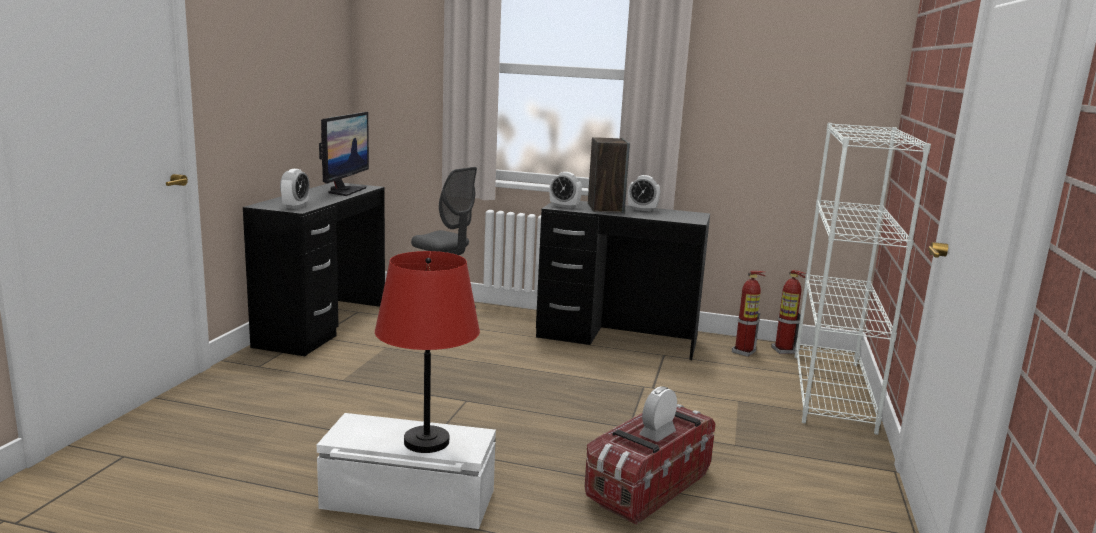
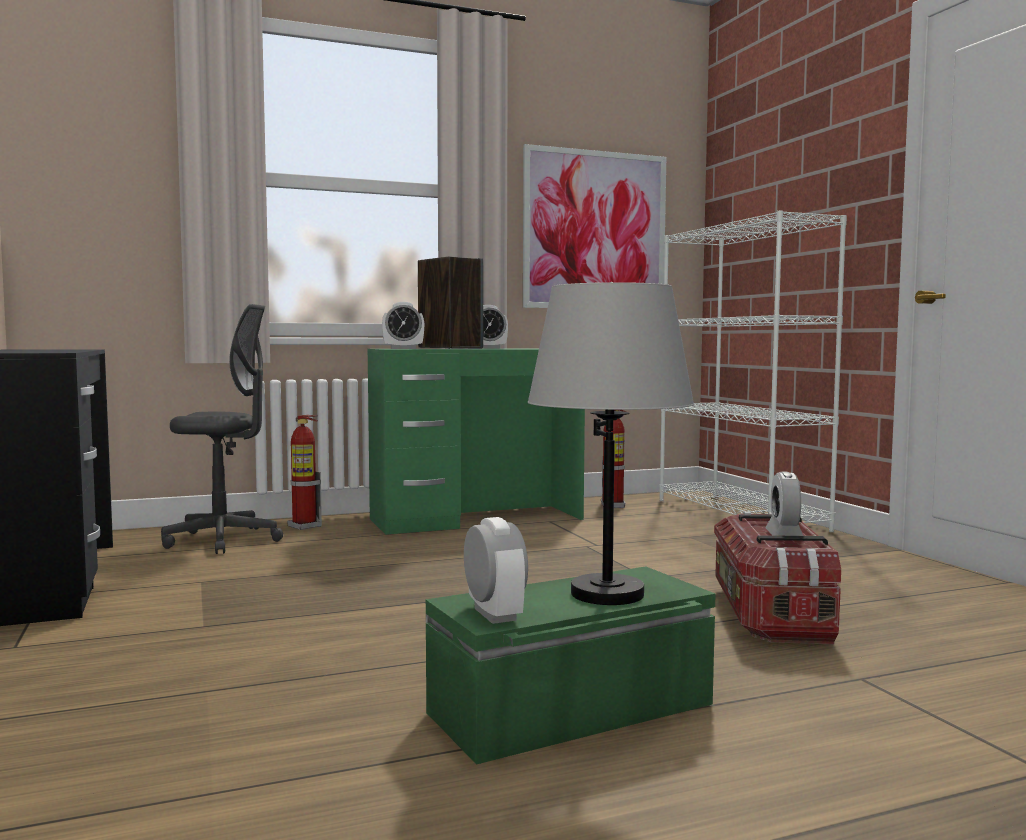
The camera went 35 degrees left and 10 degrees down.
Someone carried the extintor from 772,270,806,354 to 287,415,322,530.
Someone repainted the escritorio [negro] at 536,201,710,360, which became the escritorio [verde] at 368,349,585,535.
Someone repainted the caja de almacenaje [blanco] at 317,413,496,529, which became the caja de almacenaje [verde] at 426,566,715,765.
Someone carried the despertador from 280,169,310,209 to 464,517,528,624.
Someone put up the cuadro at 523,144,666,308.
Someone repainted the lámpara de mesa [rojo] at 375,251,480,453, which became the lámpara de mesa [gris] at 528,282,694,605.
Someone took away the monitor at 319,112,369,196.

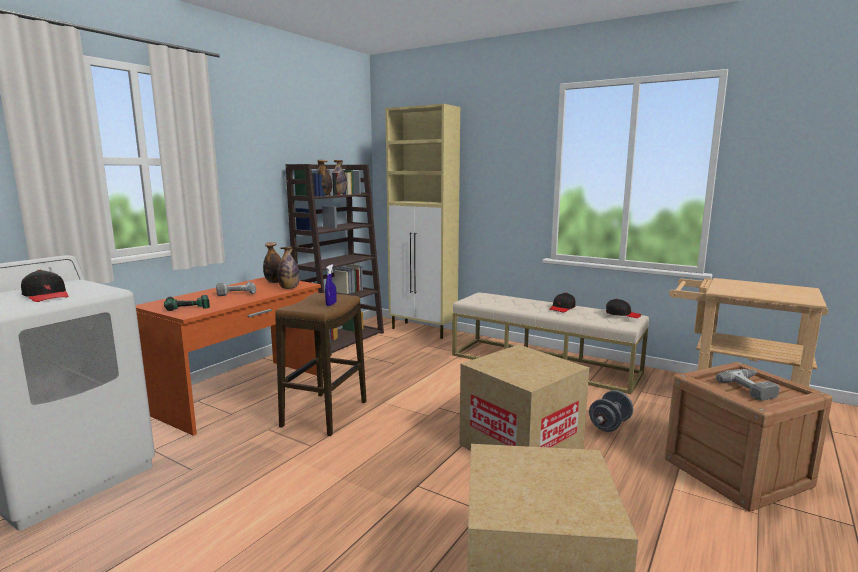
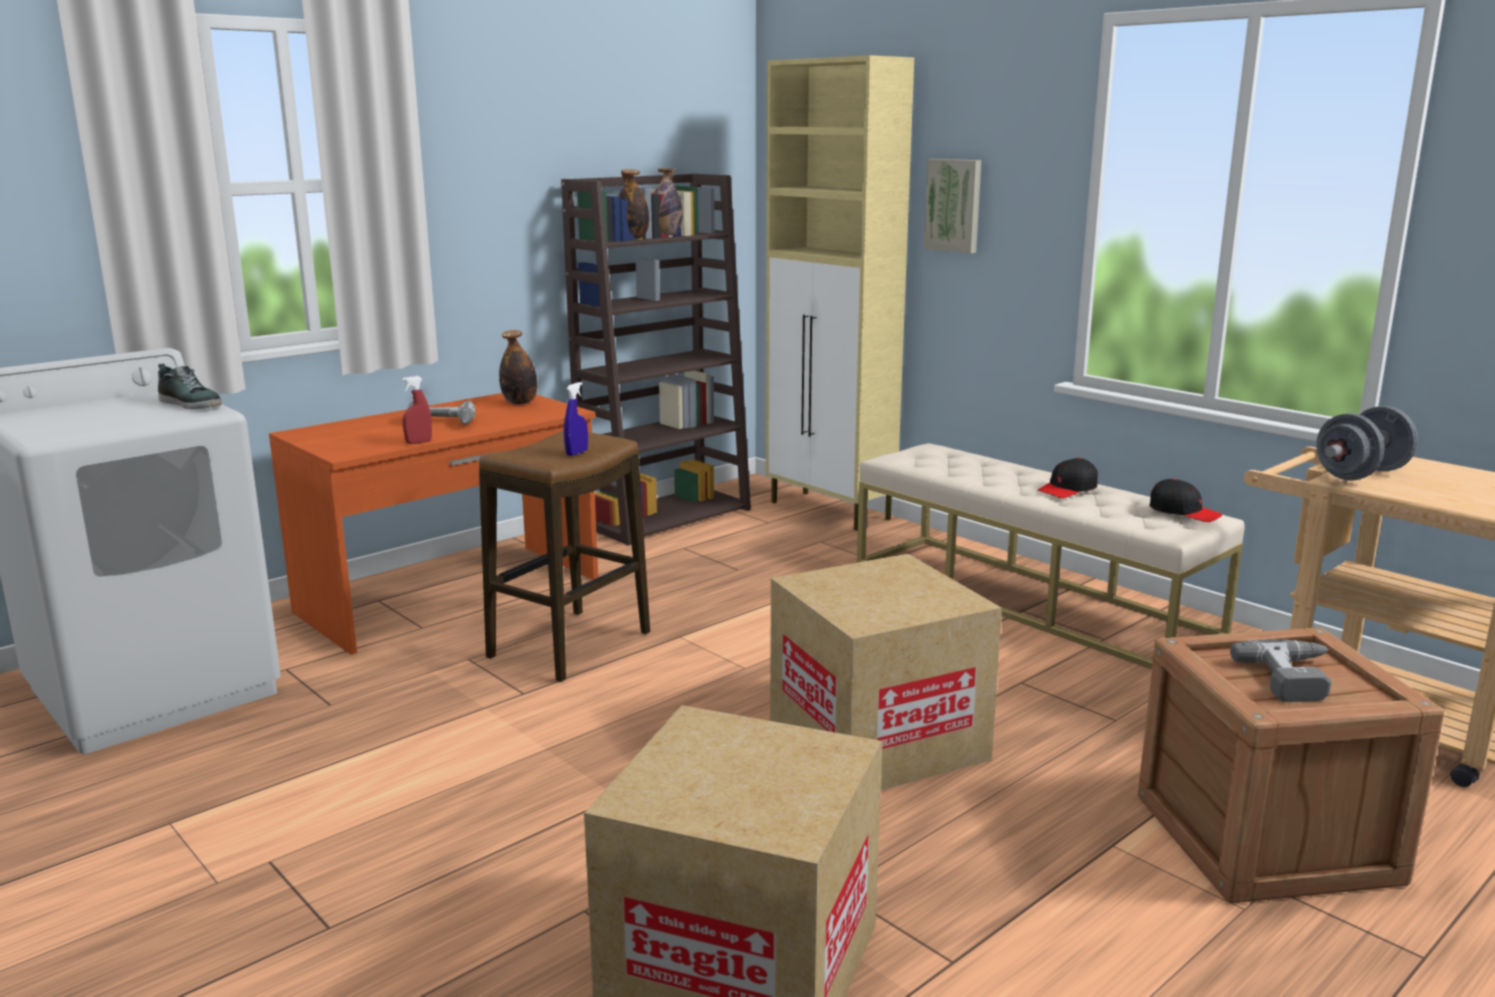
The camera went 15 degrees right and 5 degrees up.
Someone put down the zapato at 158,364,222,409.
Someone put down the pulverizador [rojo] at 402,376,432,444.
Someone put up the cuadro at 924,159,981,253.
Someone carried the mancuerna [gris] from 589,390,634,432 to 1316,406,1418,481.
Someone took away the gorra [negro] at 21,270,68,302.
Someone took away the taladro at 164,295,210,311.
Someone took away the botella at 277,247,300,289.

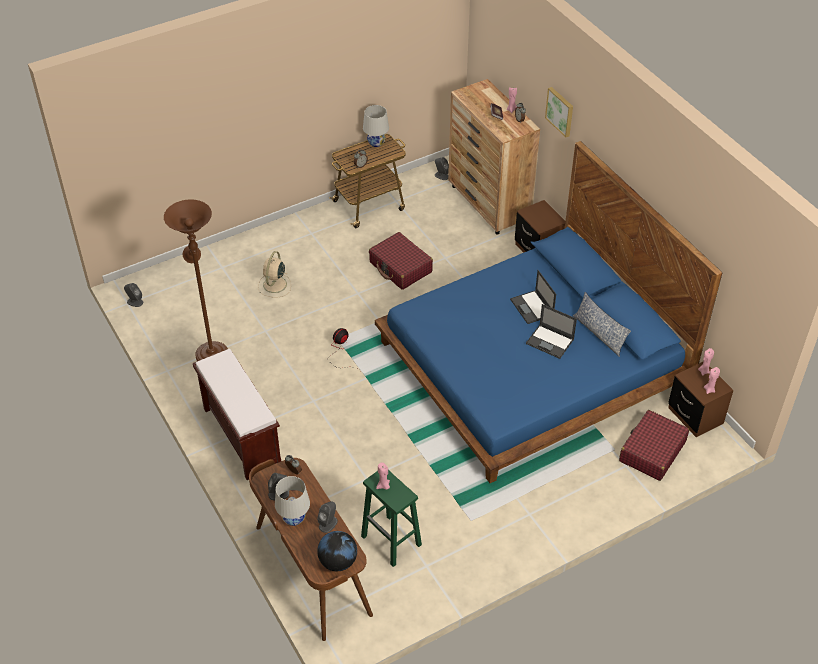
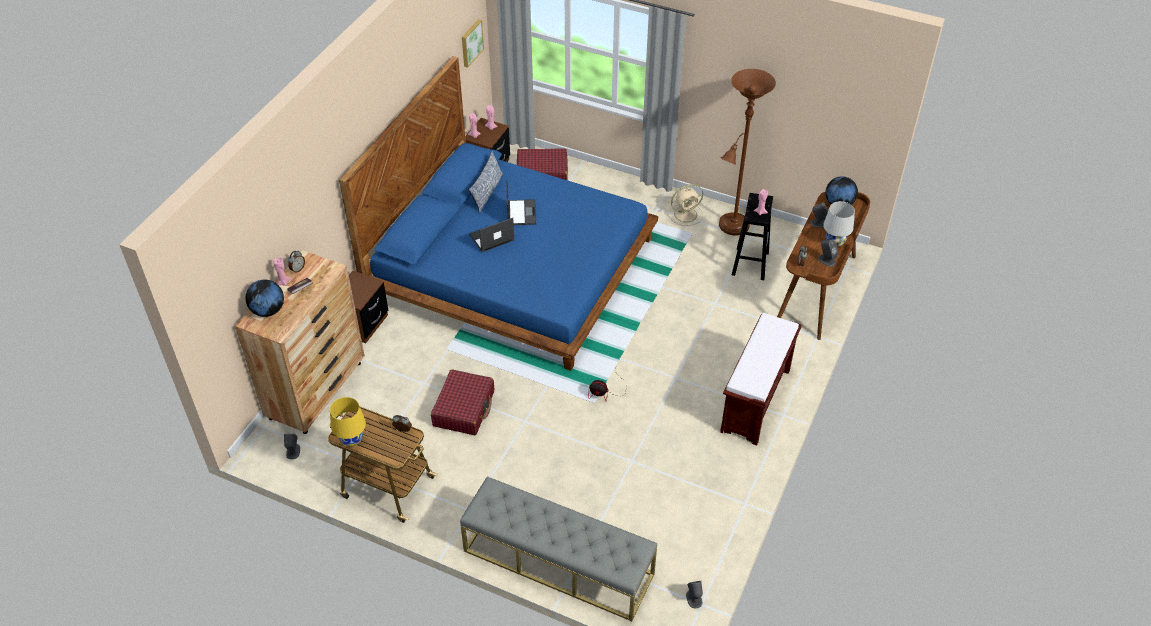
The camera went 125 degrees left and 0 degrees up.
Someone put down the globo terráqueo at 245,280,284,317.
Someone repainted the lámpara de mesa [blanco] at 363,105,389,147, which became the lámpara de mesa [amarillo] at 330,397,366,447.
Someone put down the banco [gris] at 460,476,657,621.
Someone carried the cuadro from 545,87,573,137 to 462,19,484,68.
Someone rotated the portátil at 510,270,556,324 by 150 degrees counterclockwise.
Someone carried the ventilador [beis] from 258,251,291,297 to 667,184,703,226.
Someone carried the lámpara de pie [marrón] from 164,199,228,361 to 719,69,776,236.
Someone repainted the taburete [verde] at 361,470,422,567, which became the taburete [negro] at 732,193,773,280.

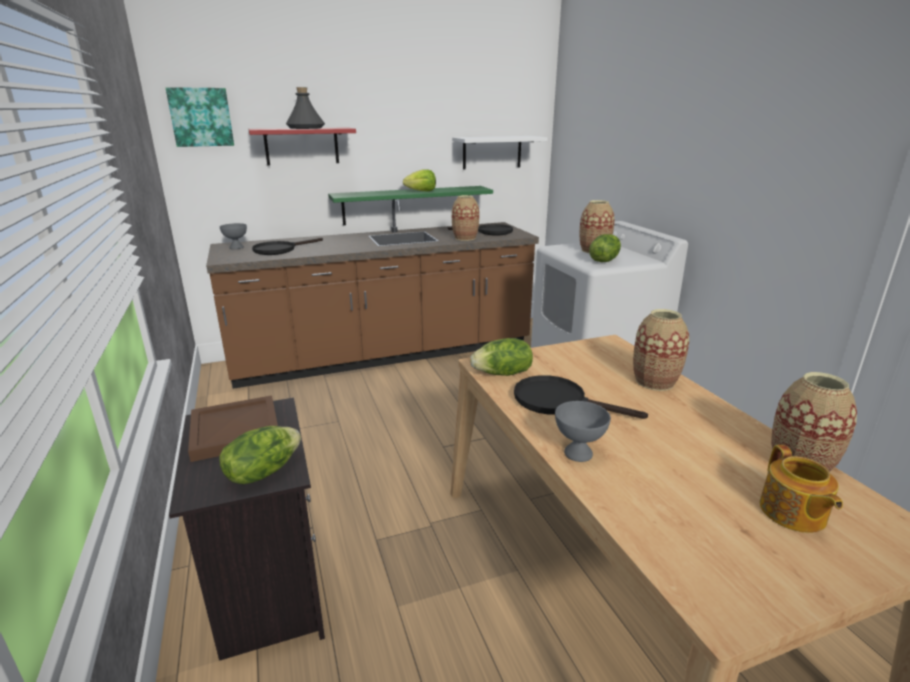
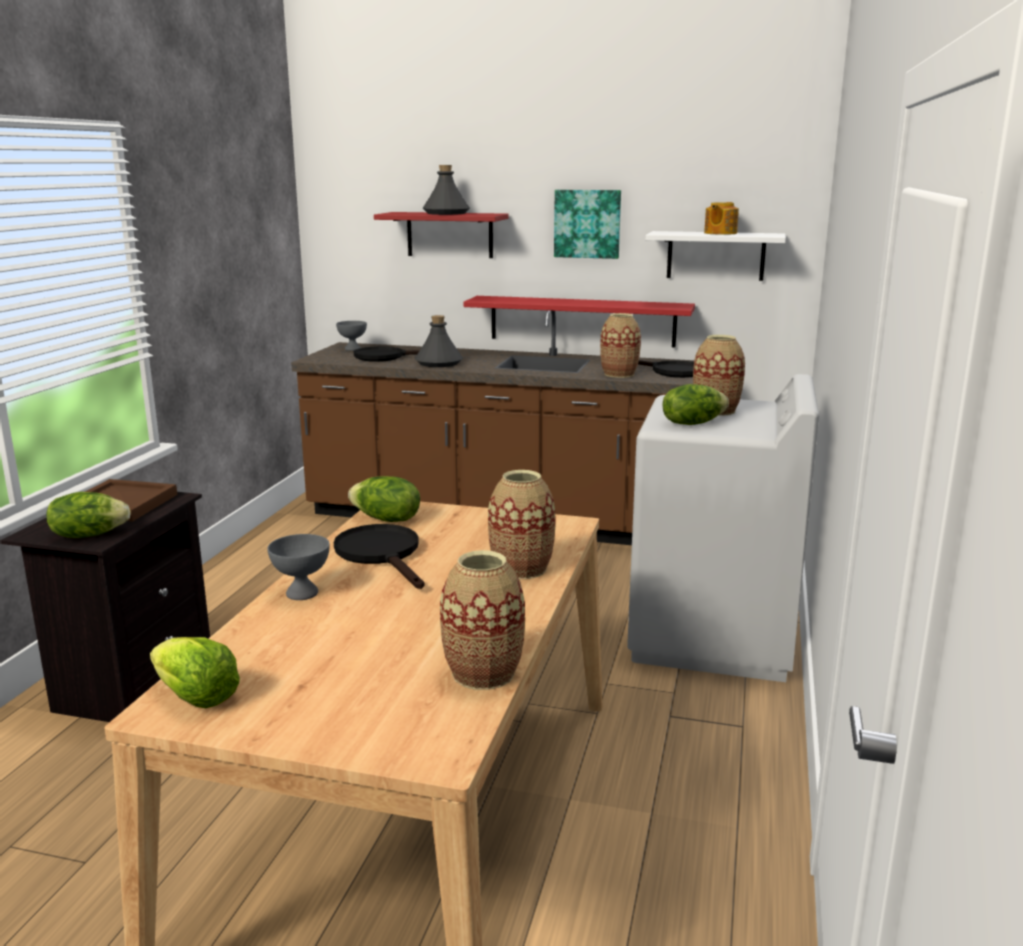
The camera went 35 degrees right and 5 degrees down.
Someone carried the lechuga from 403,169,436,191 to 150,637,240,708.
Someone put down the botella [gris] at 415,315,463,367.
Someone repainted the estante [verde] at 328,186,493,225, which became the estante [rojo] at 464,296,695,348.
Someone carried the cuadro from 166,87,234,147 to 554,190,621,259.
Someone carried the tetera from 759,445,843,533 to 704,202,739,235.

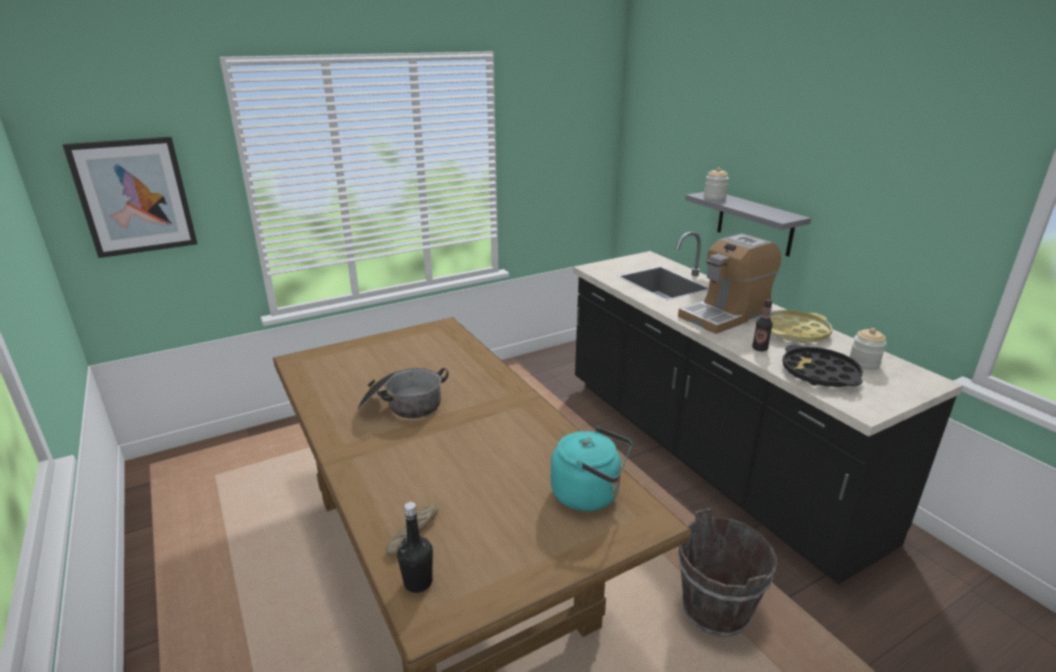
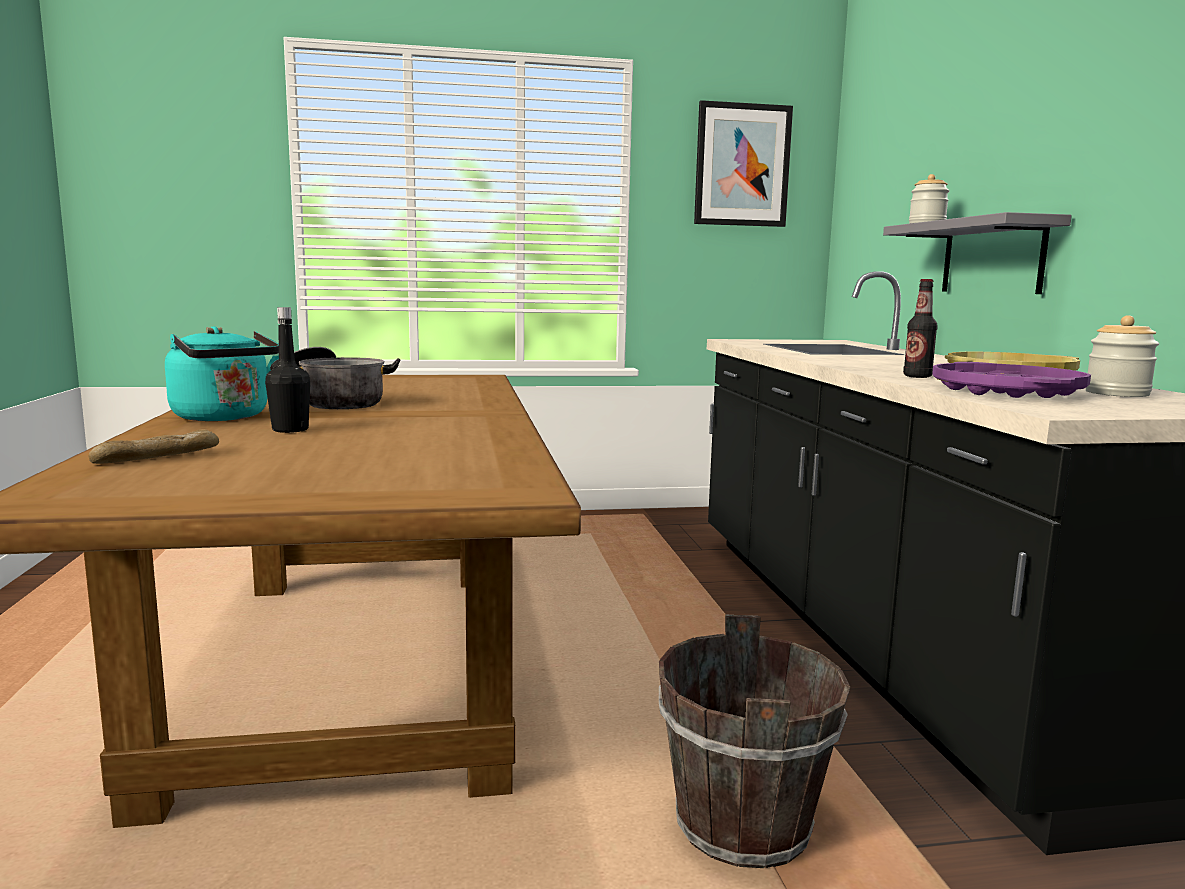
The camera went 20 degrees right and 15 degrees down.
Someone carried the hervidor [turquesa] from 551,426,632,511 to 165,326,279,421.
Someone carried the botella [negro] from 397,502,433,593 to 265,307,310,433.
Someone carried the cuadro from 63,137,197,258 to 694,100,793,227.
Someone repainted the bandeja [negro] at 783,345,863,387, which became the bandeja [morado] at 932,362,1091,398.
Someone took away the cafetera at 678,233,781,334.

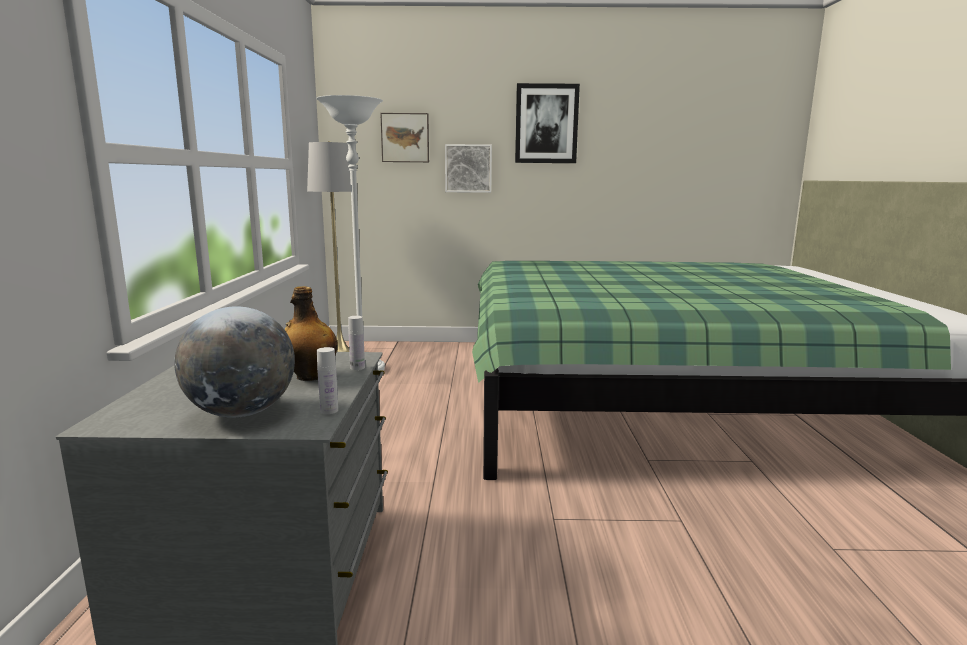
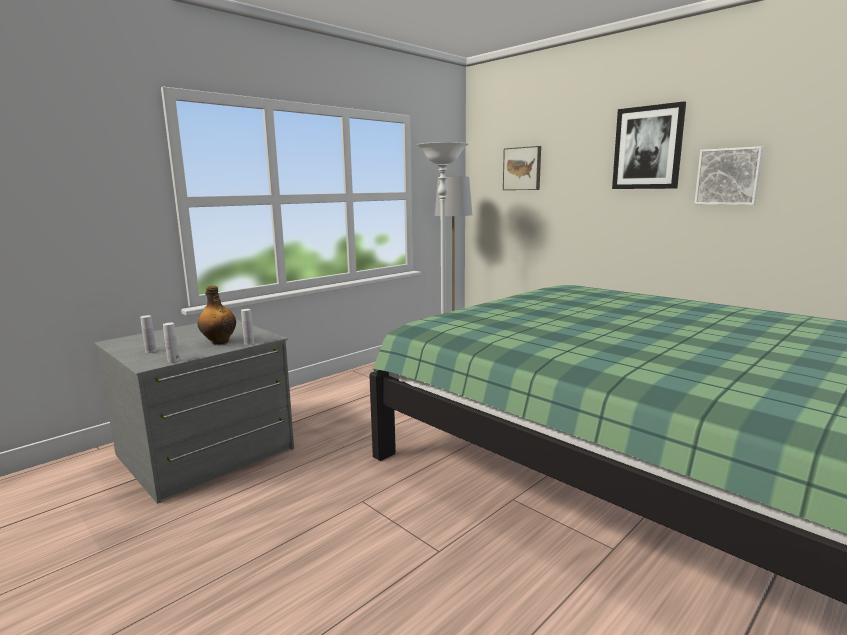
The camera went 45 degrees right and 0 degrees up.
Someone swapped the globo terráqueo at 174,306,295,418 for the botella [blanco] at 140,315,156,353.
Someone carried the cuadro from 445,144,492,193 to 694,146,764,205.

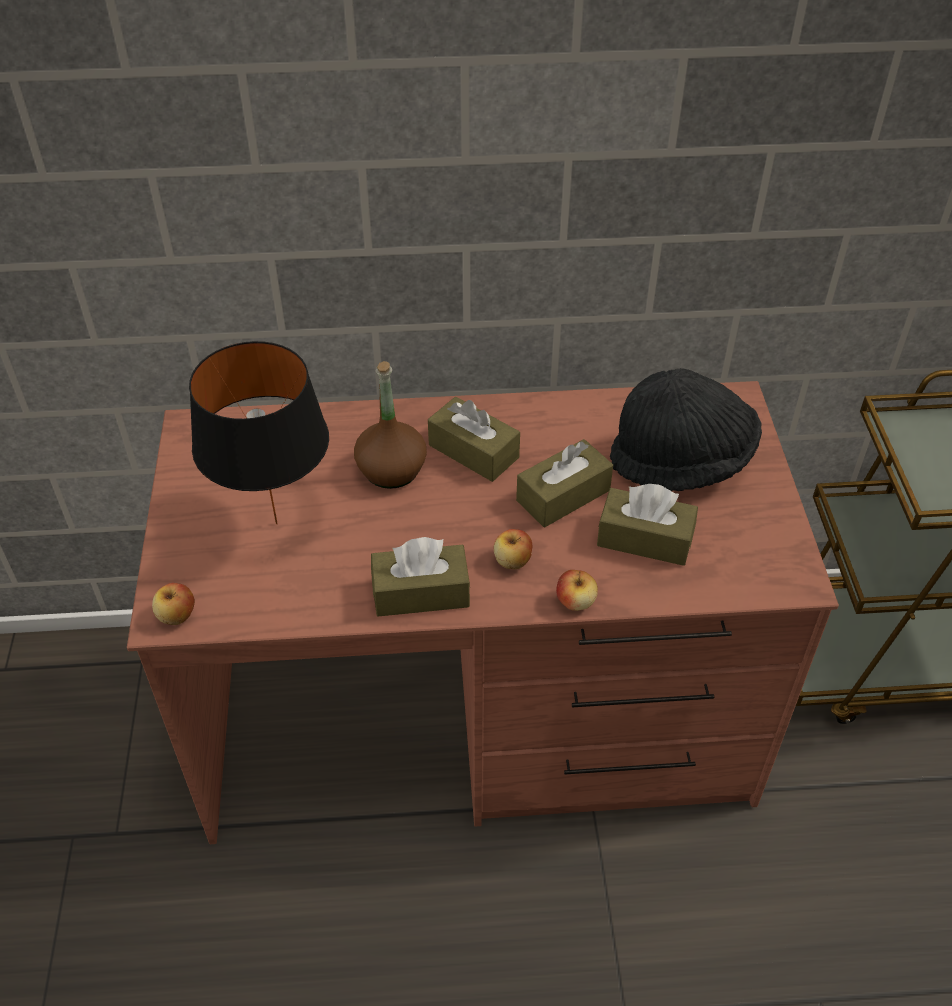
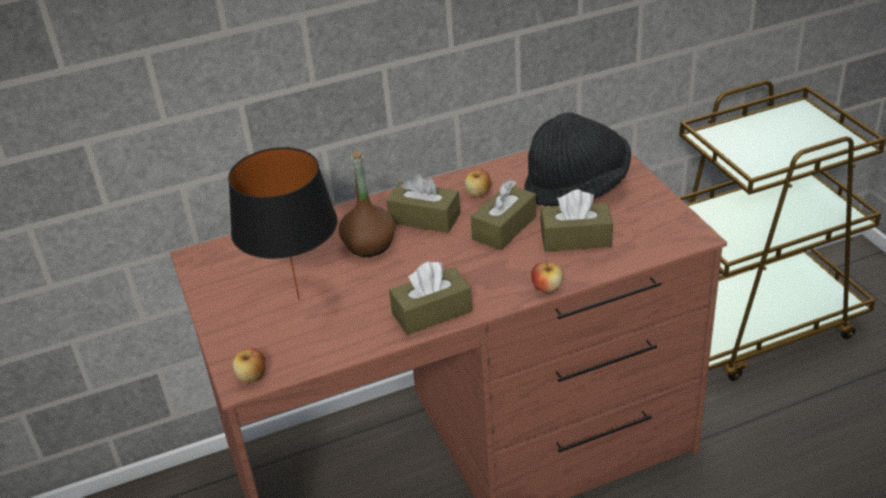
The camera went 15 degrees left and 10 degrees down.
Someone carried the manzana from 493,529,532,569 to 464,169,491,197.

